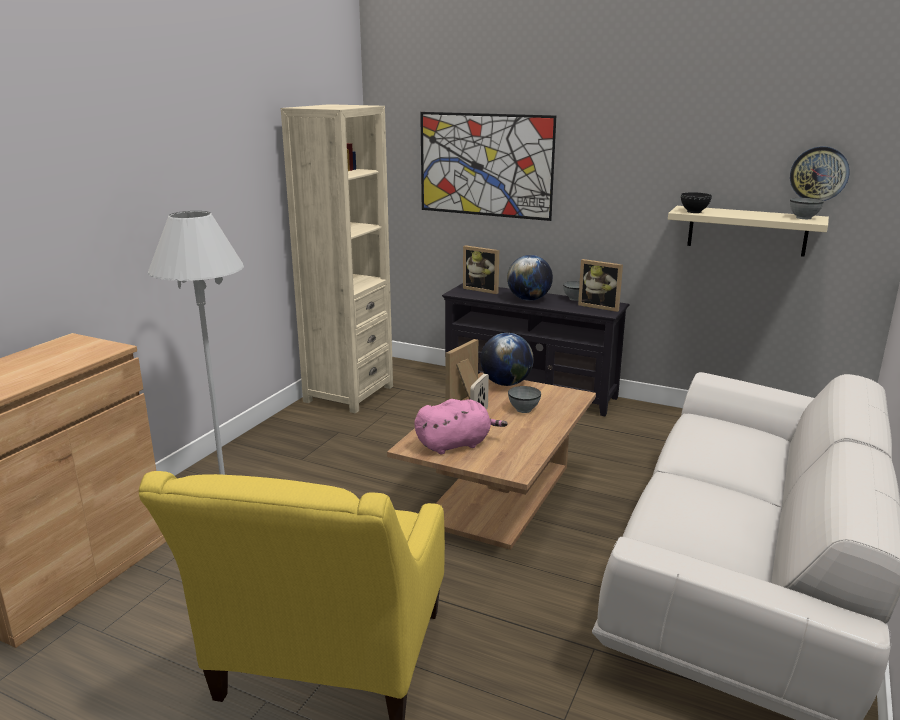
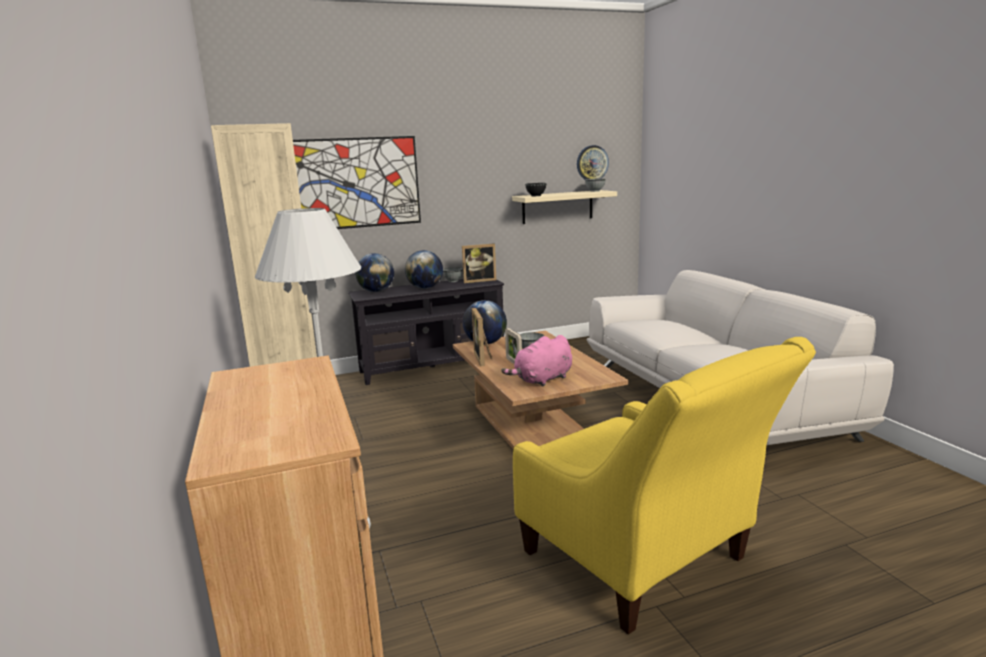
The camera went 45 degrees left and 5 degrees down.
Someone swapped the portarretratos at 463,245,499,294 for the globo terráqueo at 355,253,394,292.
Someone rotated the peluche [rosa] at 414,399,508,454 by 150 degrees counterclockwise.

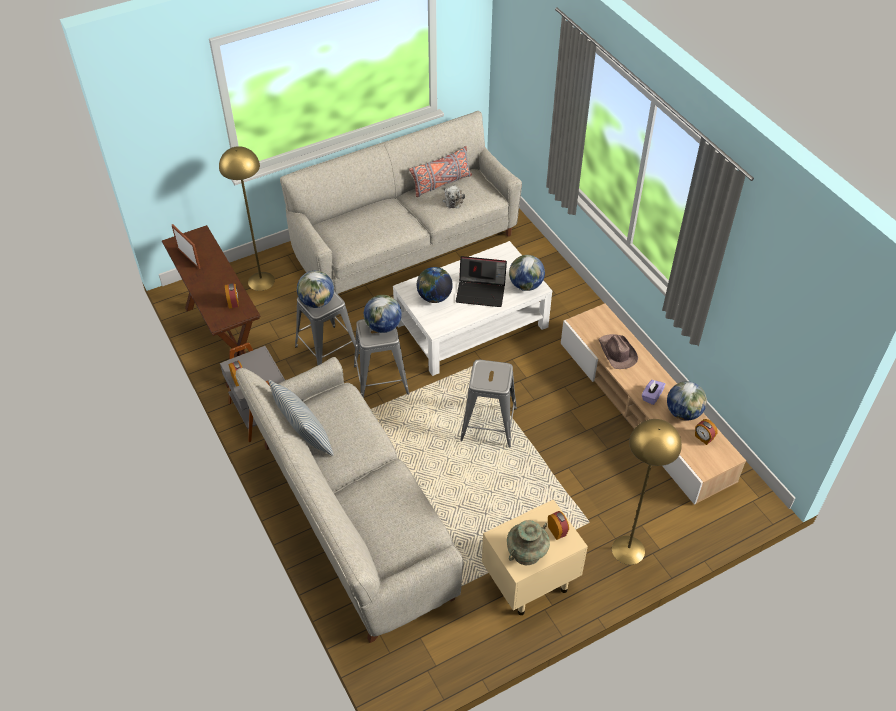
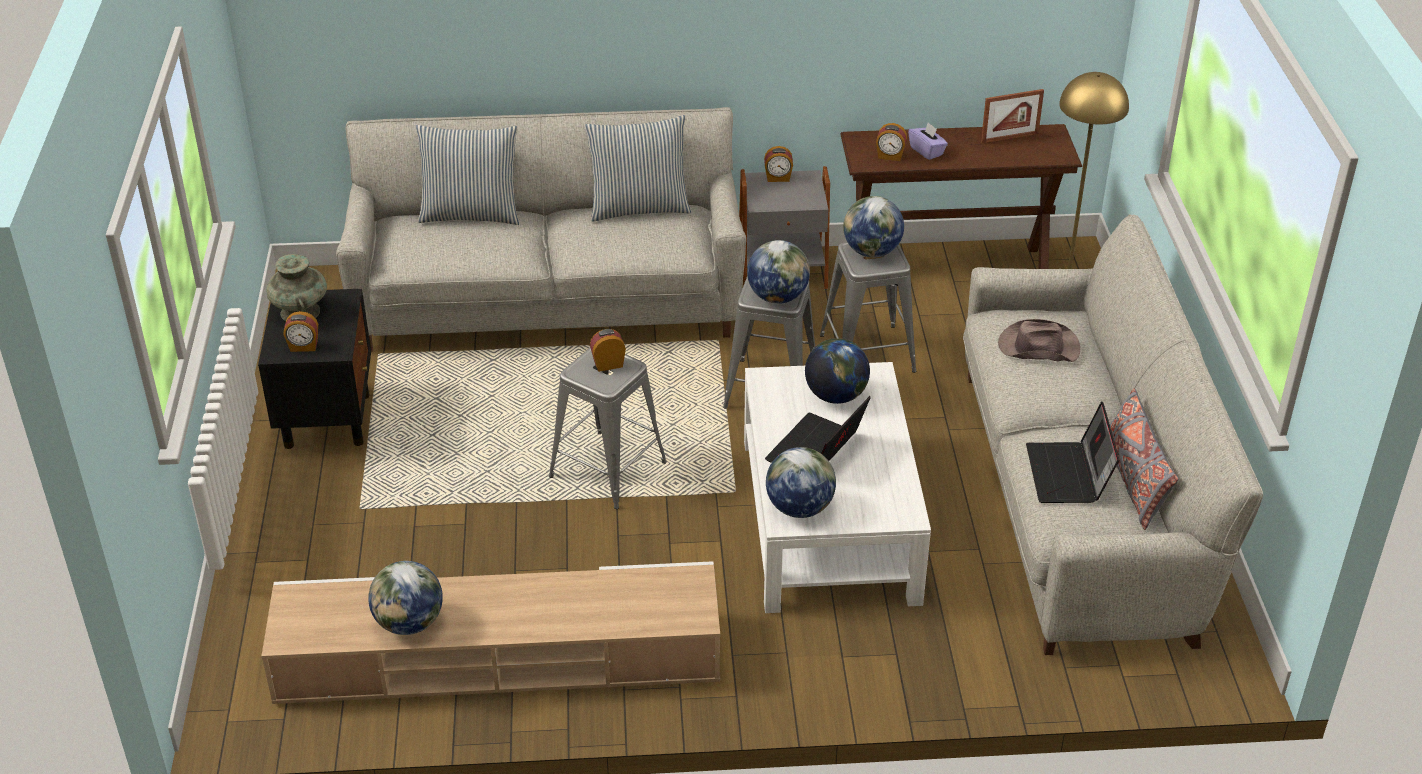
The camera went 115 degrees right and 10 degrees down.
Someone repainted the mesita de noche [beis] at 482,500,588,615, which became the mesita de noche [negro] at 258,289,371,449.
Someone put down the cojín at 416,125,519,225.
Someone carried the despertador from 695,419,718,445 to 590,329,626,372.
Someone carried the caja de pañuelos [morado] from 641,380,666,405 to 908,122,948,160.
Someone carried the sombrero [marrón] from 598,334,638,369 to 998,319,1080,362.
Someone swapped the peluche at 443,184,465,208 for the portátil at 1026,401,1119,503.
Someone took away the lámpara de pie [amarillo] at 612,419,682,565.

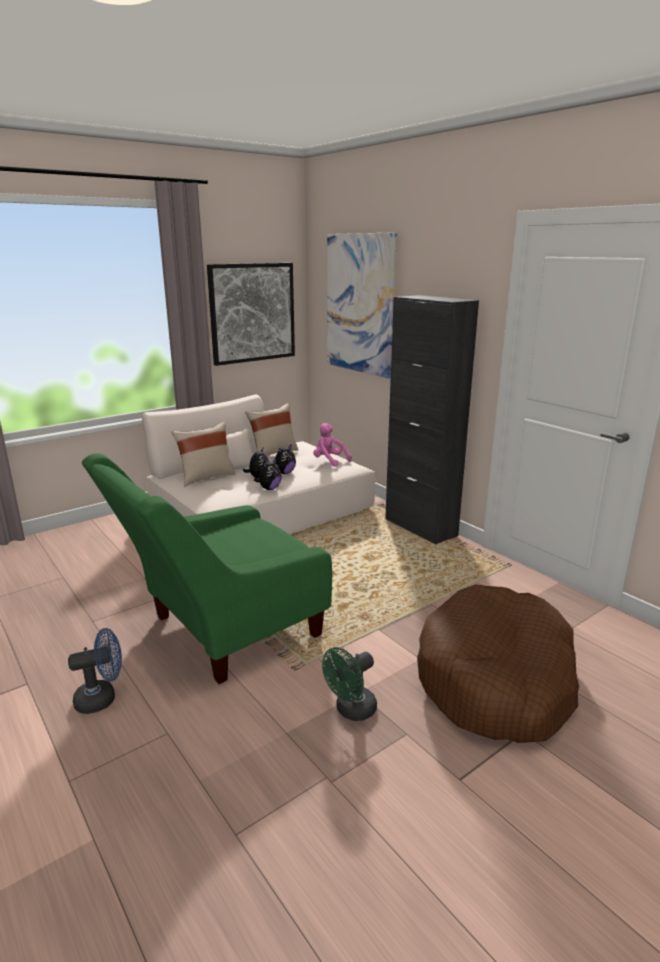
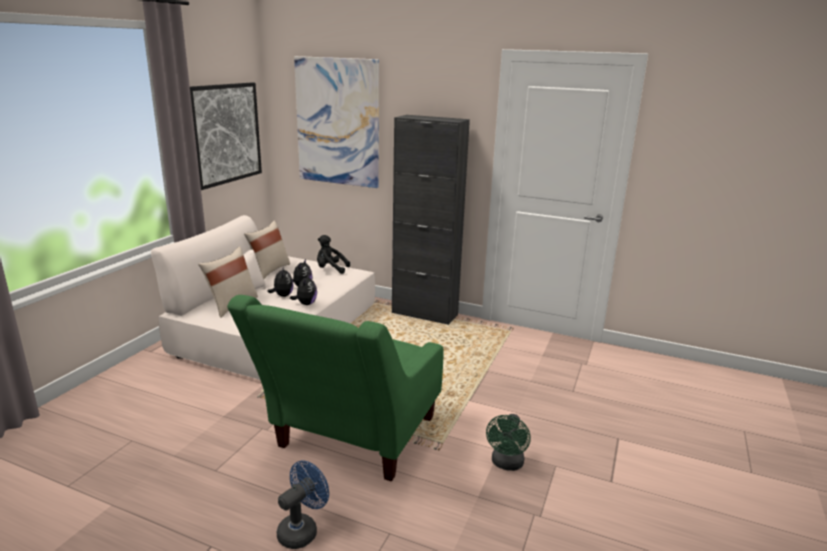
The camera went 30 degrees left and 0 degrees up.
Someone repainted the peluche [rosa] at 313,423,352,467, which became the peluche [negro] at 317,235,350,274.
Someone took away the cama para perro [marrón] at 417,584,579,743.

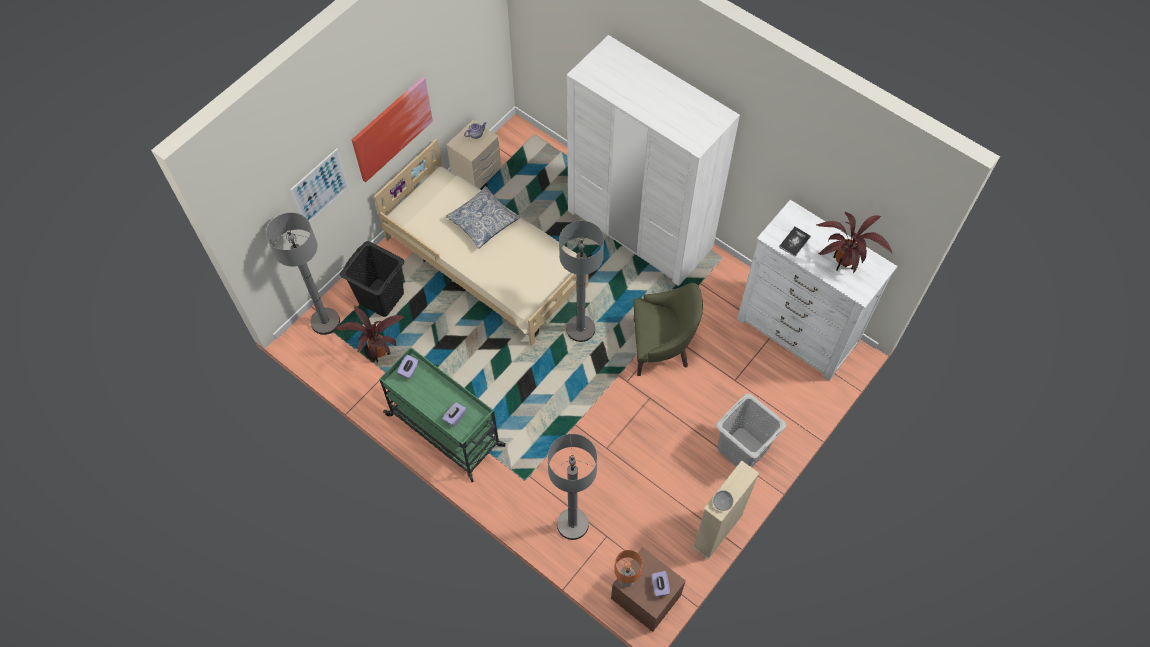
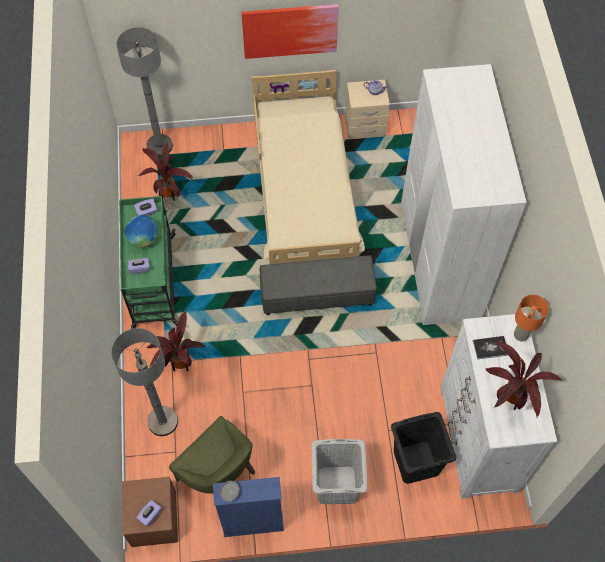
The camera went 45 degrees right and 0 degrees up.
Someone put down the globo terráqueo at 125,215,158,248.
Someone put down the planta en maceta at 147,311,206,371.
Someone carried the sillón [verde] from 633,283,703,376 to 169,416,255,494.
Someone repainted the estantería [beis] at 692,460,759,560, which became the estantería [azul] at 213,477,284,537.
Someone swapped the lámpara de pie [gris] at 559,221,604,342 for the puf [gris] at 259,255,377,315.
Someone carried the cesto de la ropa [negro] from 340,241,404,317 to 391,412,456,484.
Someone carried the lámpara de mesa [naranja] from 614,550,643,587 to 514,294,549,341.
Someone took away the cuadro at 290,149,349,222.
Someone took away the cojín at 446,186,520,249.

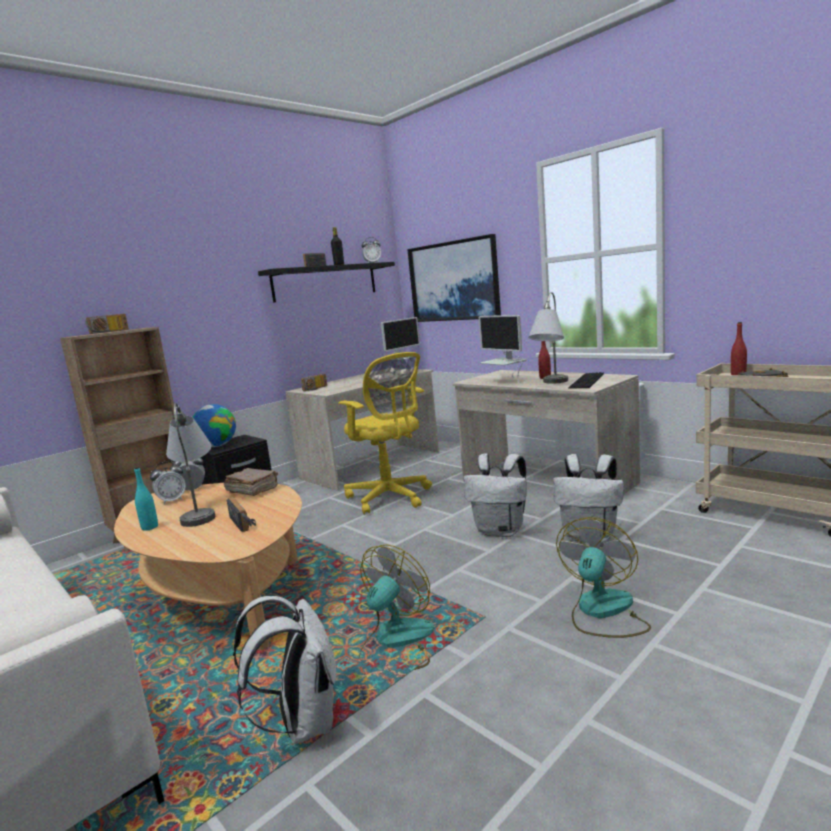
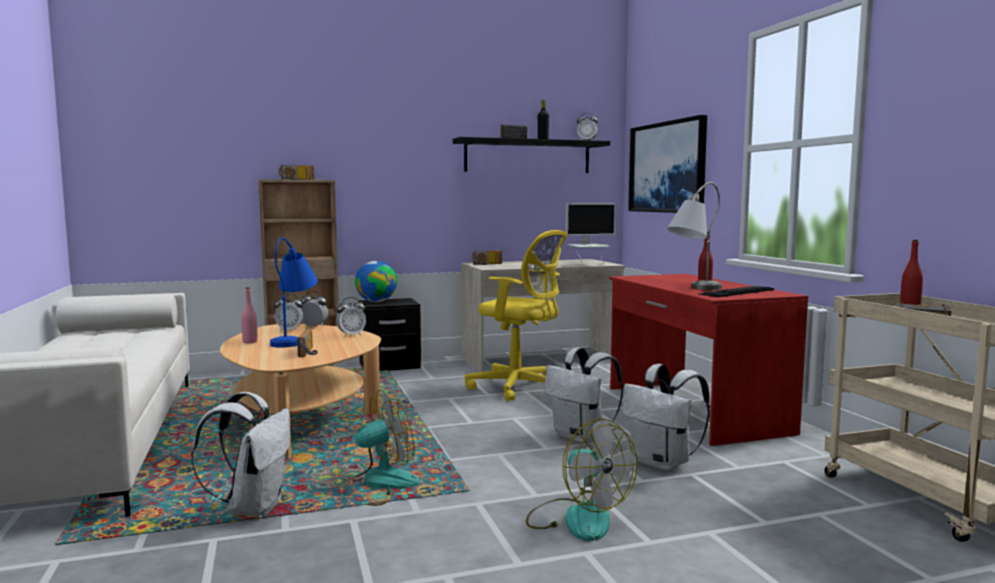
The camera went 25 degrees right and 5 degrees down.
Someone repainted the botella [turquesa] at 134,467,158,531, which became the botella [rosa] at 241,287,257,343.
Someone repainted the lámpara de mesa [gris] at 166,403,215,527, which became the lámpara de mesa [azul] at 270,238,318,348.
Someone swapped the libro [marrón] at 224,468,278,496 for the despertador at 336,297,366,337.
Someone rotated the silla de oficina [amarillo] at 338,352,432,514 by 45 degrees counterclockwise.
Someone rotated the ventilador at 556,517,651,638 by 90 degrees clockwise.
Someone repainted the escritorio [beis] at 452,370,640,494, which became the escritorio [rojo] at 609,274,808,446.
Someone took away the monitor at 479,315,527,383.

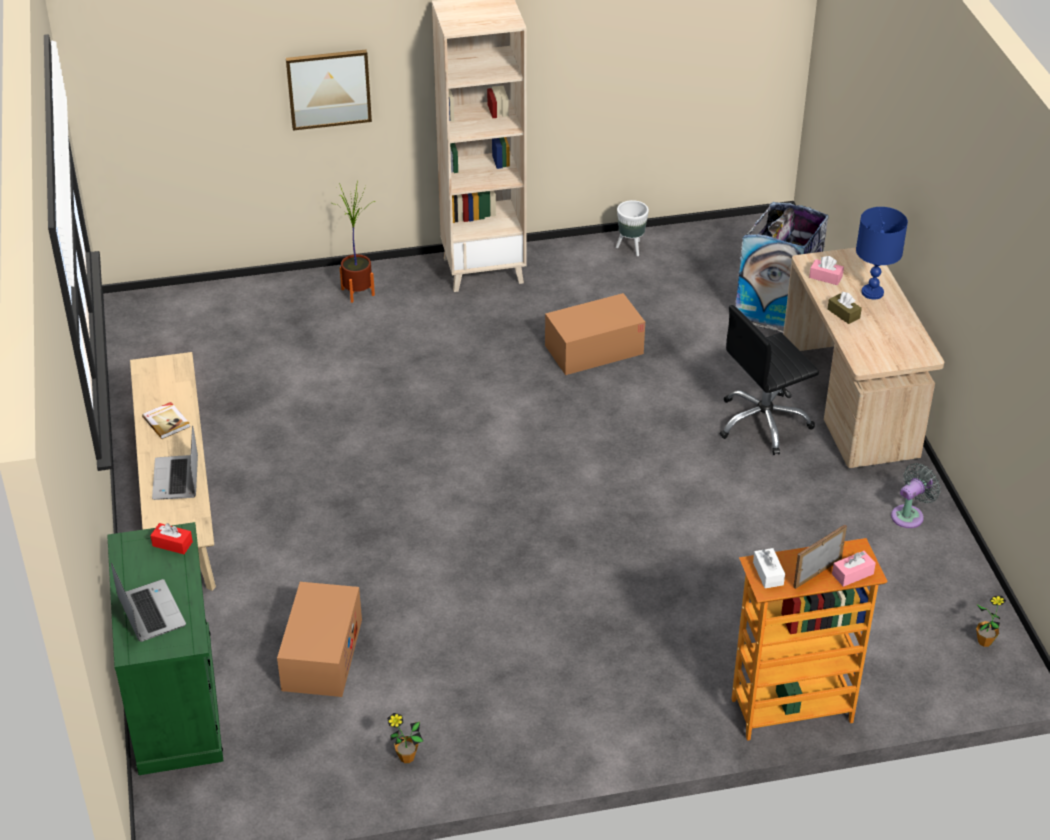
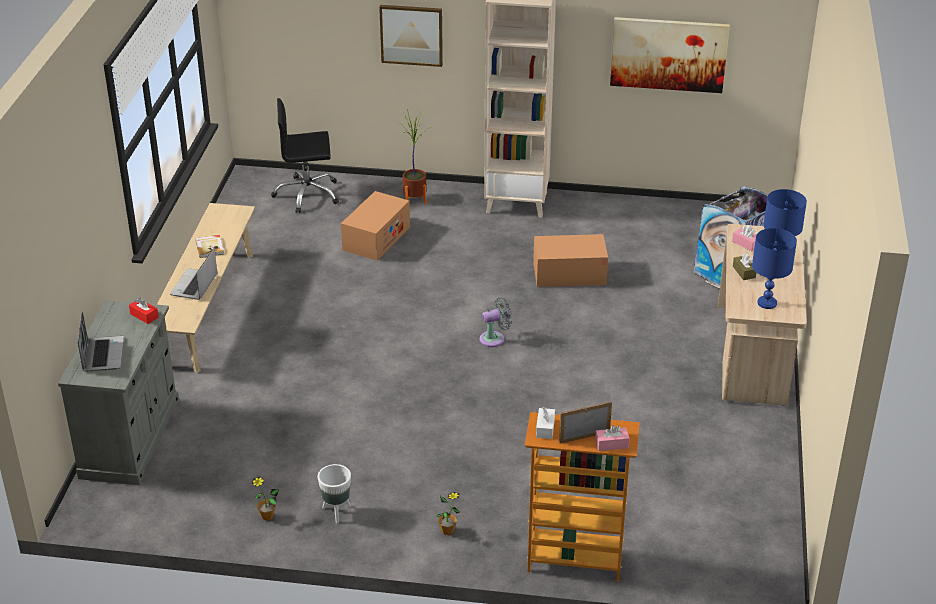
The camera went 20 degrees right and 5 degrees down.
Someone repainted the armario [verde] at 107,522,224,775, which became the armario [gris] at 58,300,179,485.
Someone carried the silla de oficina [negro] from 720,305,819,455 to 271,98,339,213.
Someone carried the maceta [blanco] from 616,200,649,256 to 318,464,351,523.
Someone carried the caja de cartón from 277,582,362,697 to 341,191,410,261.
Someone carried the planta en maceta from 976,596,1006,647 to 435,492,460,535.
Someone carried the ventilador [gris] from 891,463,941,528 to 480,297,512,347.
Someone put up the cuadro at 610,17,730,93.
Someone put down the lámpara de mesa [azul] at 752,228,797,309.

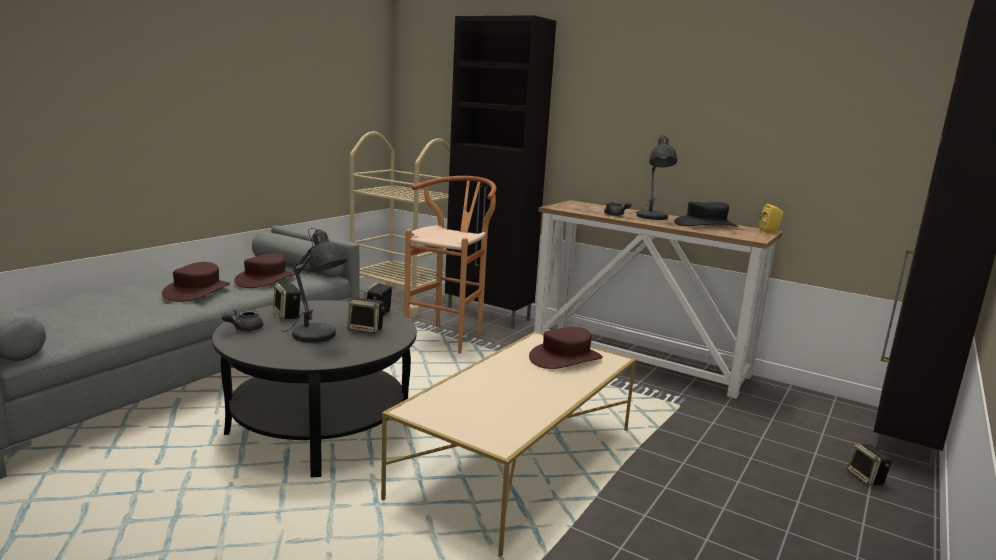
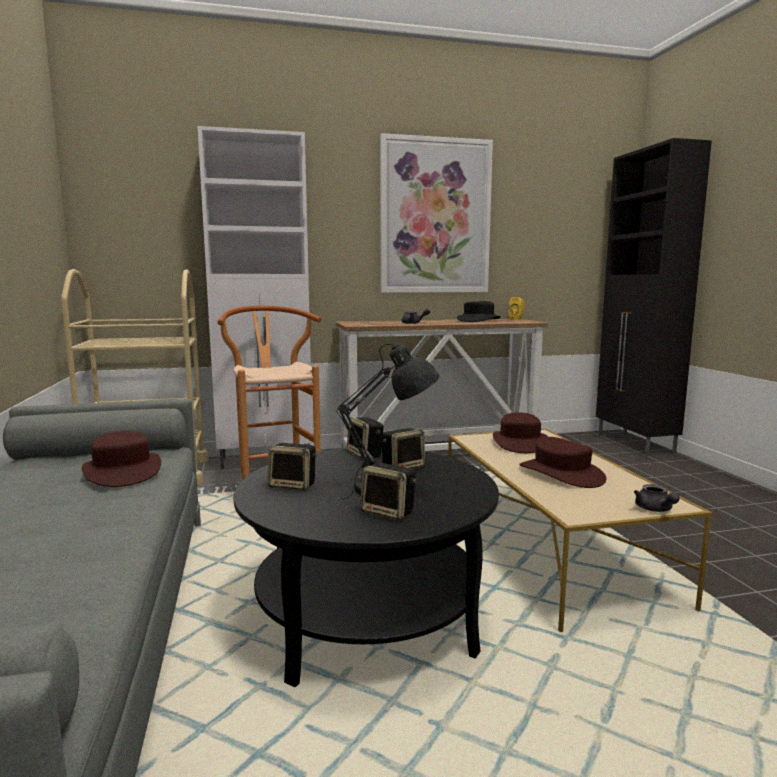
The camera went 45 degrees left and 5 degrees down.
Someone repainted the armario [negro] at 445,15,556,329, which became the armario [blanco] at 198,126,313,469.
Someone carried the altavoz from 847,444,892,486 to 360,463,416,521.
Someone put up the cuadro at 380,133,493,293.
Someone carried the sombrero [marrón] from 162,262,230,302 to 519,437,606,488.
Someone carried the tetera [gris] from 221,309,263,331 to 634,484,680,512.
Someone took away the lámpara de mesa [gris] at 636,136,677,220.

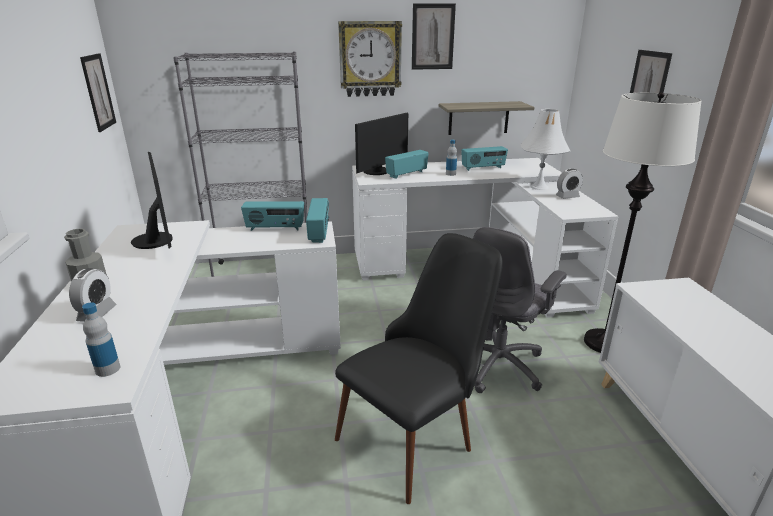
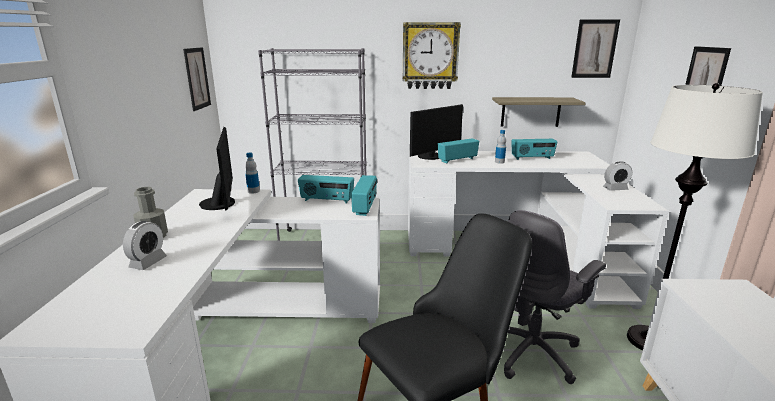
The camera went 10 degrees right and 5 degrees down.
Someone carried the botella from 82,302,120,377 to 245,153,260,194.
Someone carried the cuadro from 412,3,456,70 to 571,20,620,78.
Someone took away the lámpara de mesa [blanco] at 520,109,570,190.

